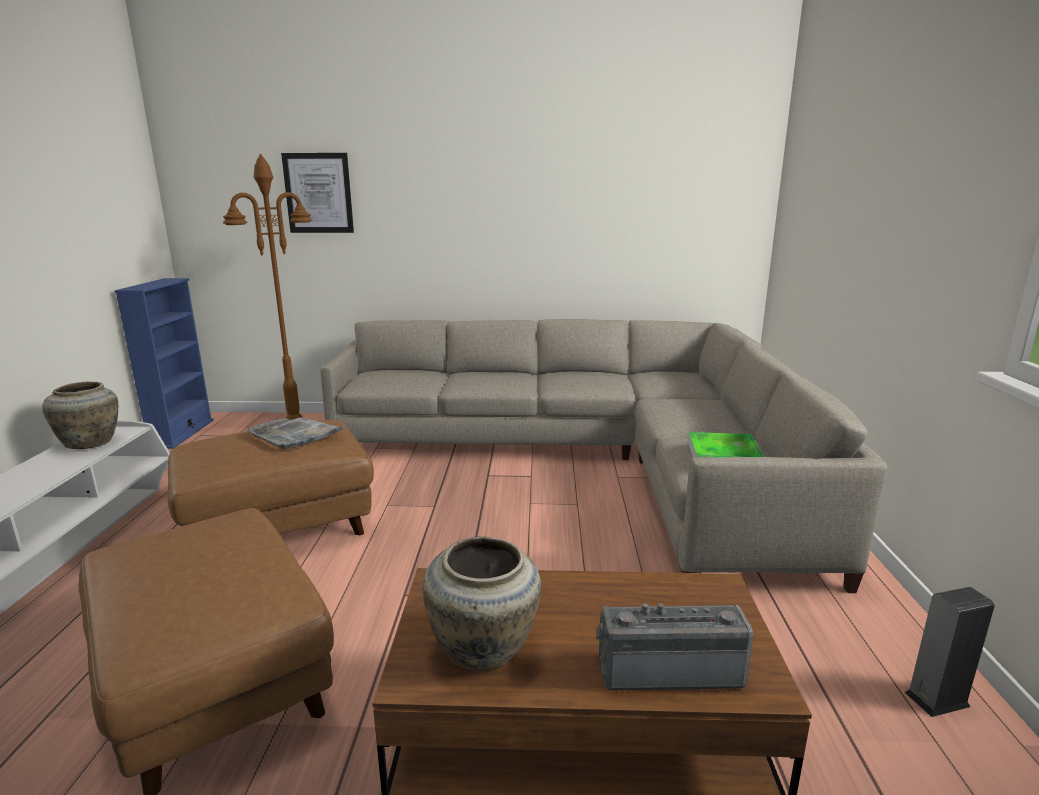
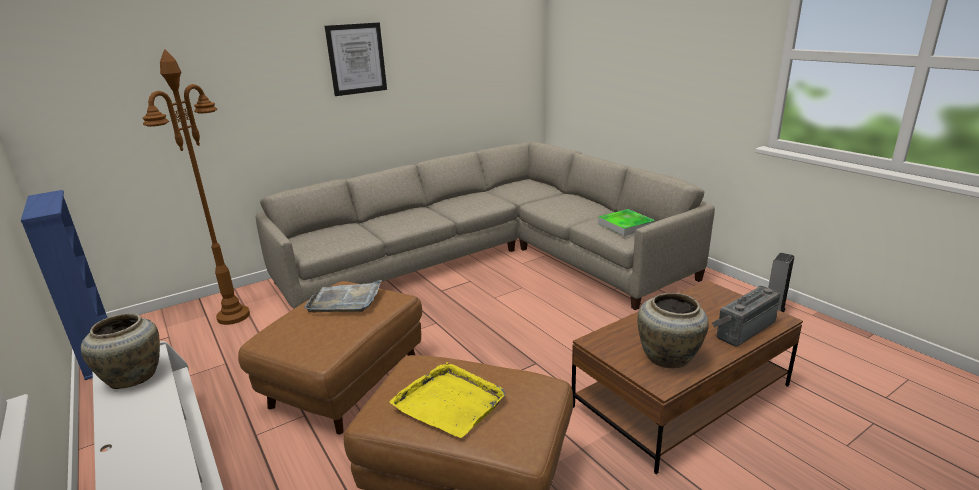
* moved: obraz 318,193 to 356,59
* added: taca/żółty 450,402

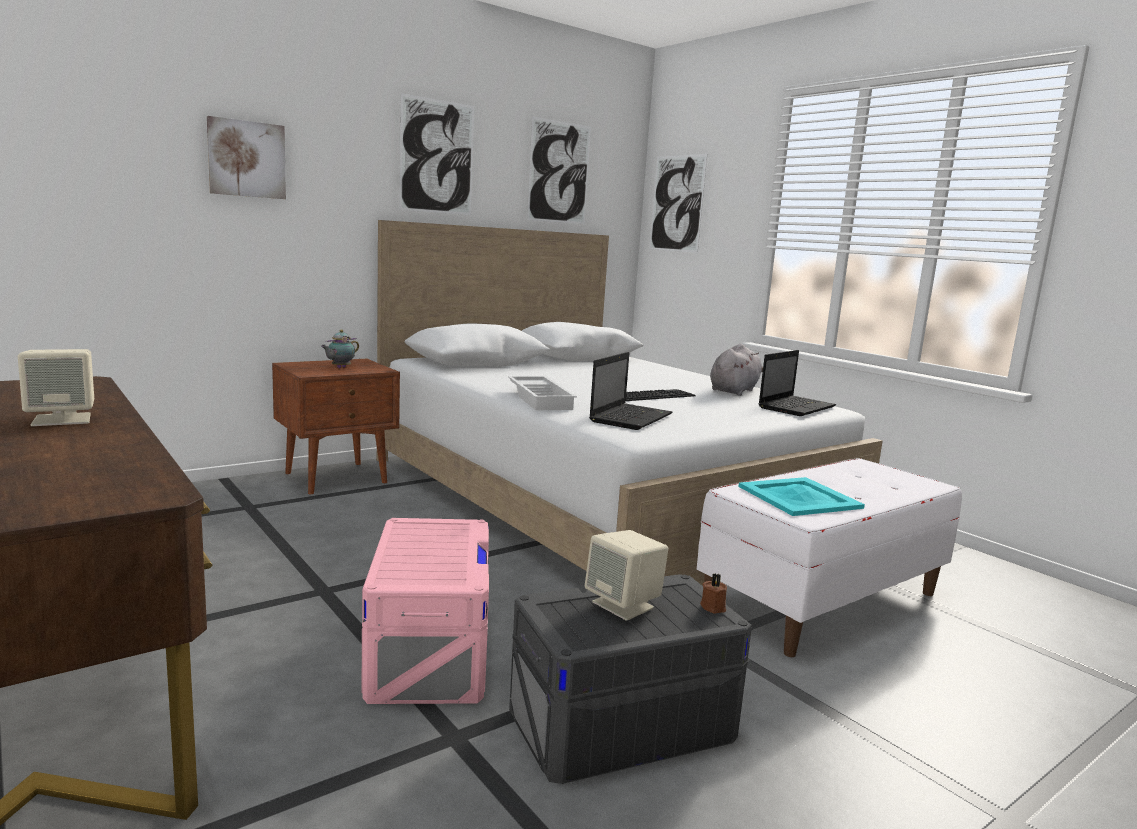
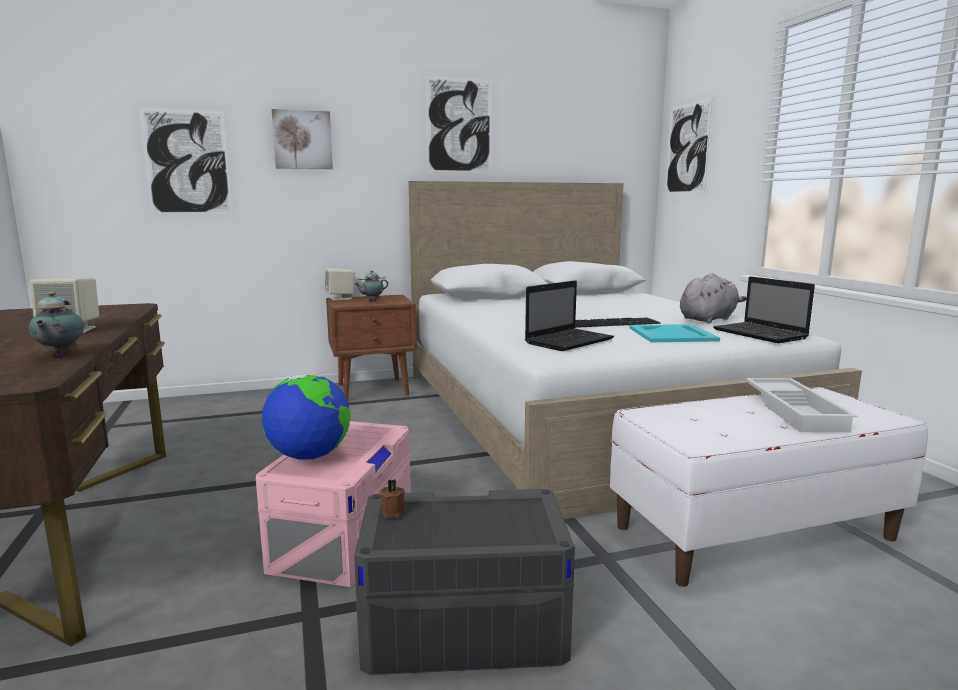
* added: imbryk 59,355
* moved: obraz 559,172 to 187,162
* added: globus 309,456
* moved: głośnik/beżowy 624,605 to 340,298
* moved: świeca/brązowy 713,607 to 394,512
* moved: taca/turkusowy 798,497 to 671,334
* turned: laptop 797,407 = 761,334 90 degrees clockwise
* moved: taca/biały 541,399 to 796,411

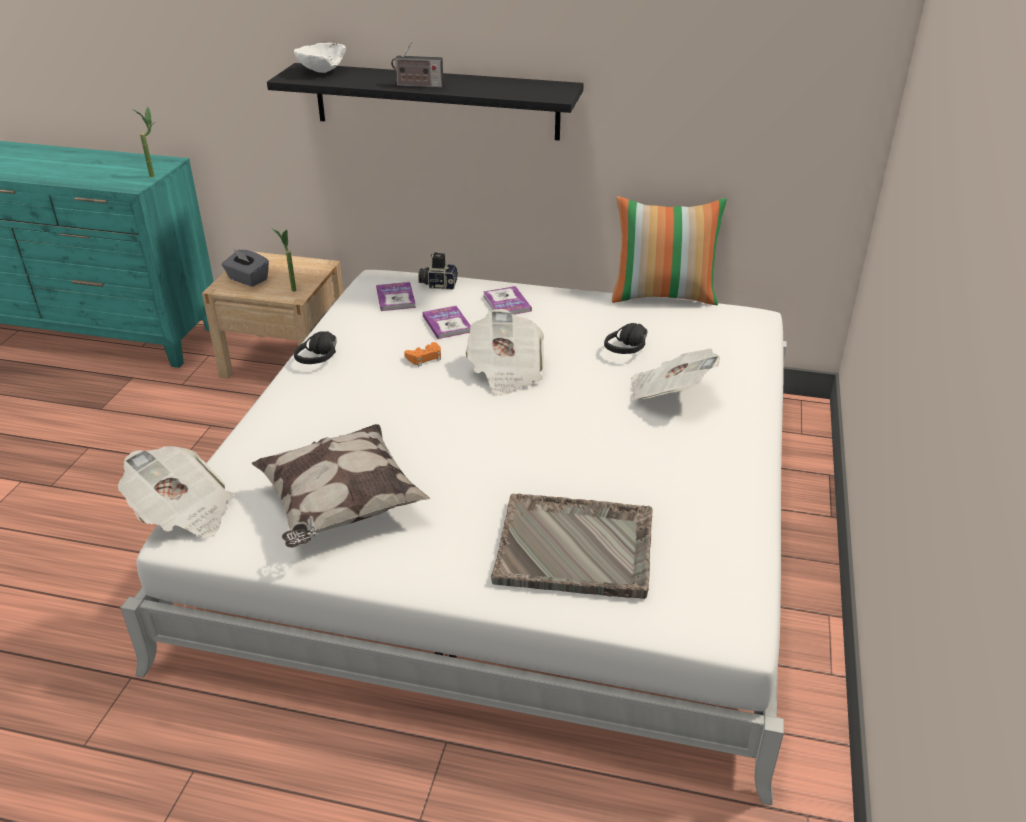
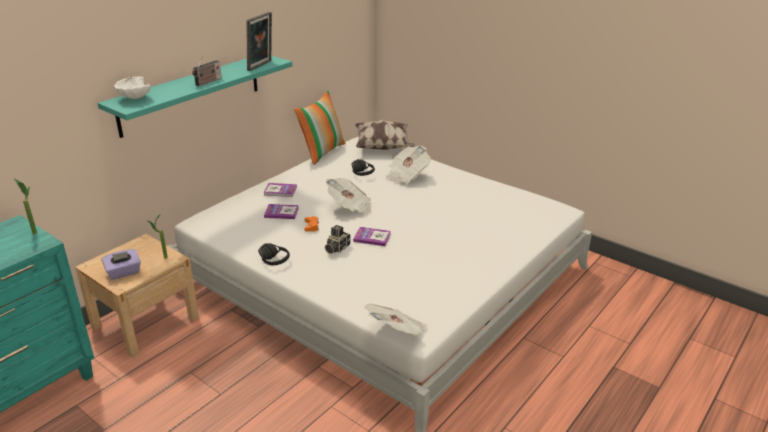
* recoloured: półka/czarny 436,101 to półka/turkusowy 191,94
* recoloured: pudełko chusteczek/szary 247,279 to pudełko chusteczek/fioletowy 124,272
* added: ramka na zdjęcie 261,66
* moved: aparat fotograficzny 438,284 to 336,248
* moved: książka 395,298 to 372,237
* moved: poduszka 340,507 to 383,147
* removed: taca/szary 576,548

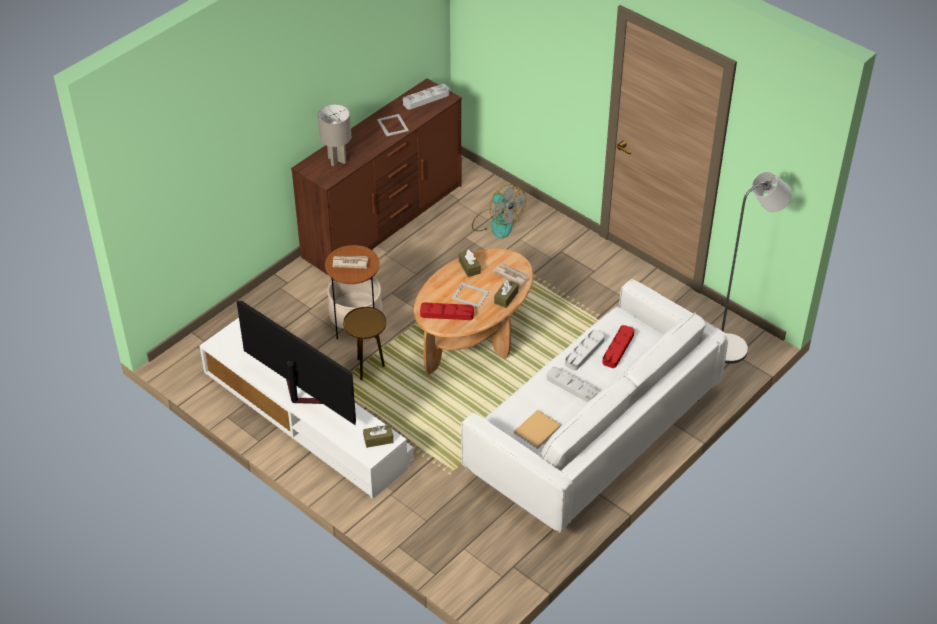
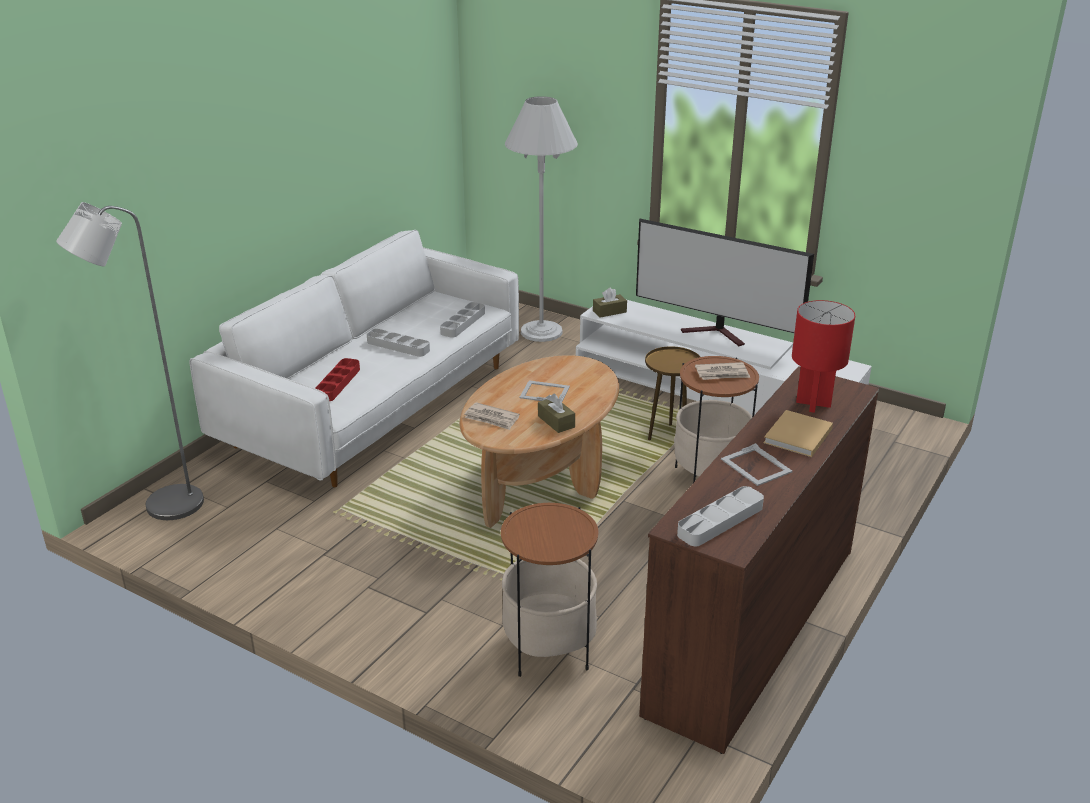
* moved: taca/szary 584,352 to 463,323
* replaced: wentylator 496,223 to stolik 549,649
* added: lampa stojąca/biały 541,332
* moved: książka/beżowy 538,429 to 797,437
* recoloured: lampa stołowa/szary 337,160 to lampa stołowa/czerwony 814,404
* removed: taca/czerwony 447,313
* removed: pudełko chusteczek/brązowy 506,297

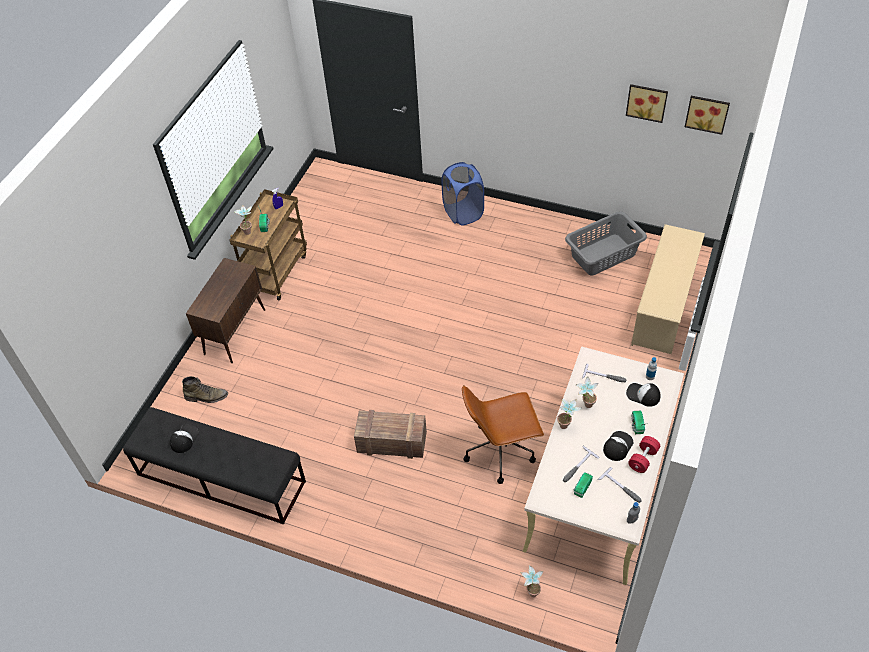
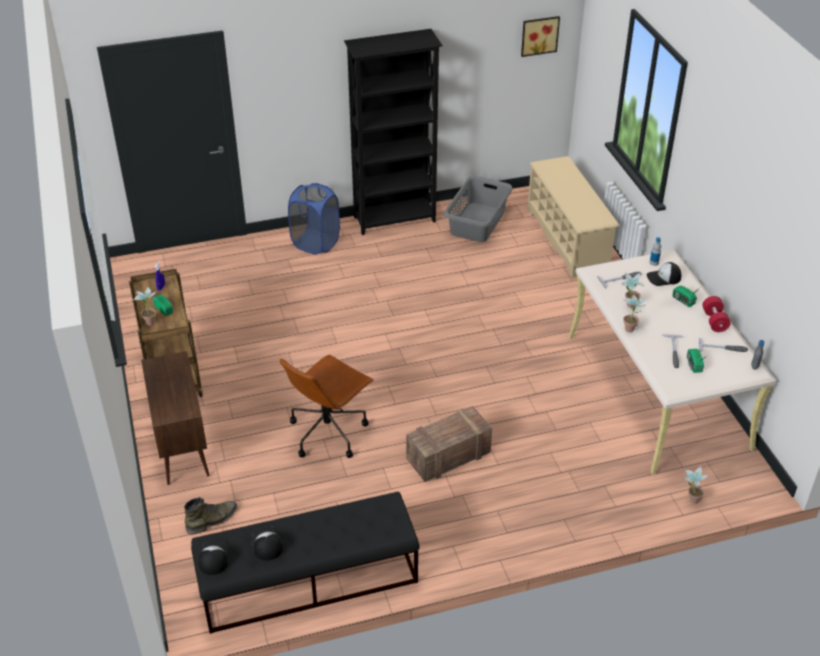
* moved: czapka z daszkiem 617,446 to 213,557
* moved: krzesło biurowe/brązowy 501,451 to 328,431
* added: regał/czarny 395,220
* removed: obraz 647,102

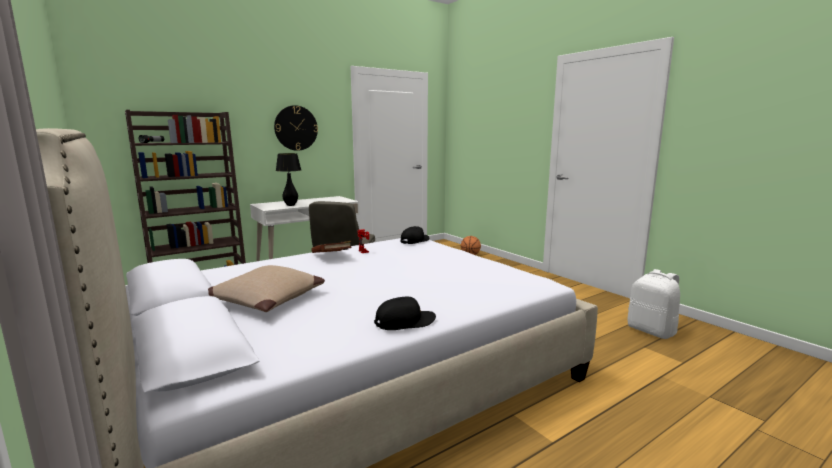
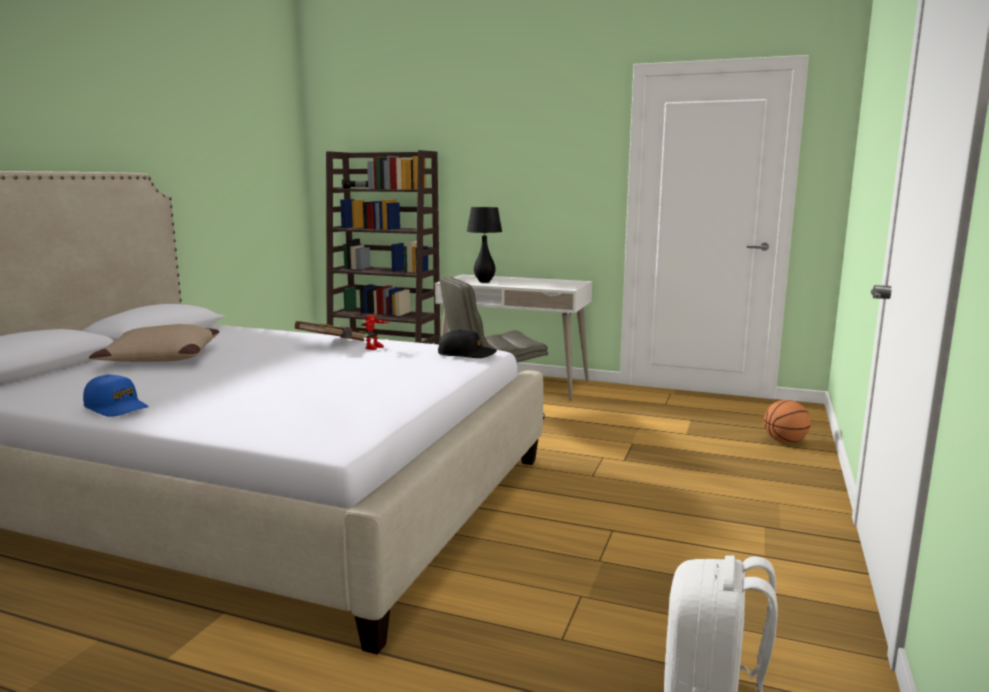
* recoloured: czapka z daszkiem/czarny 405,322 to czapka z daszkiem/niebieski 116,407
* removed: zegar ścienny 296,128

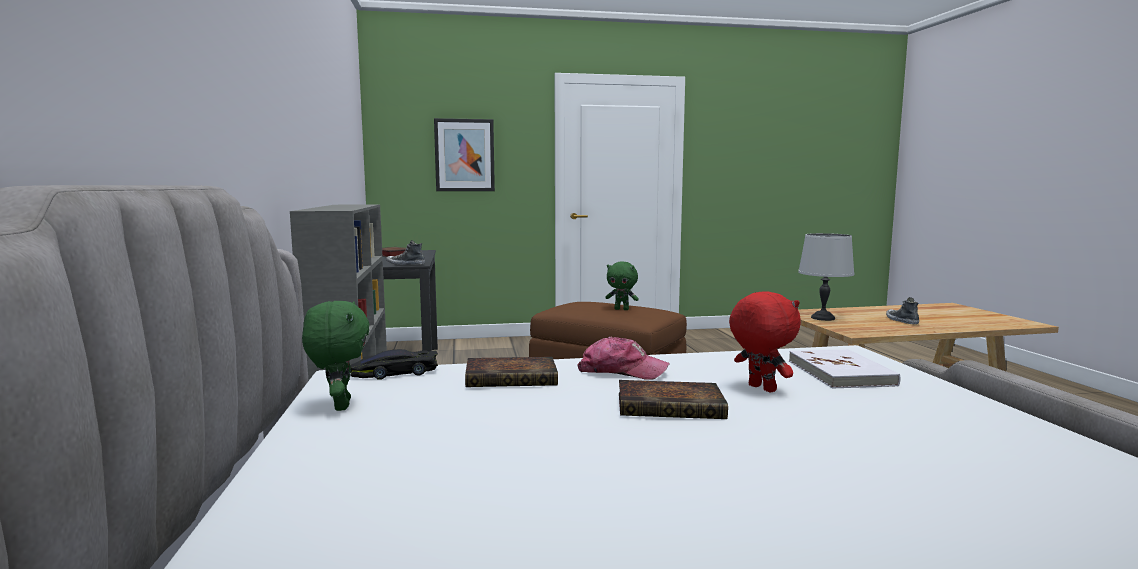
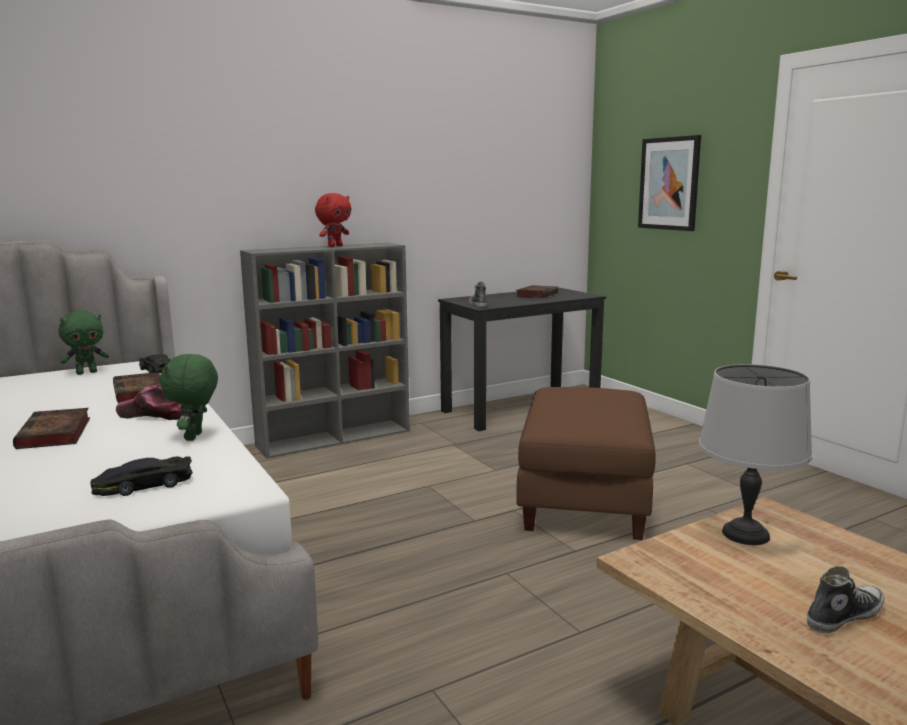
* replaced: książka/biały 841,373 to samochodzik/czarny 143,485
* turned: czapka z daszkiem 621,371 = 156,414 105 degrees clockwise
* moved: pluszak/zielony 622,309 to 195,437
* moved: pluszak/czerwony 760,388 to 335,246

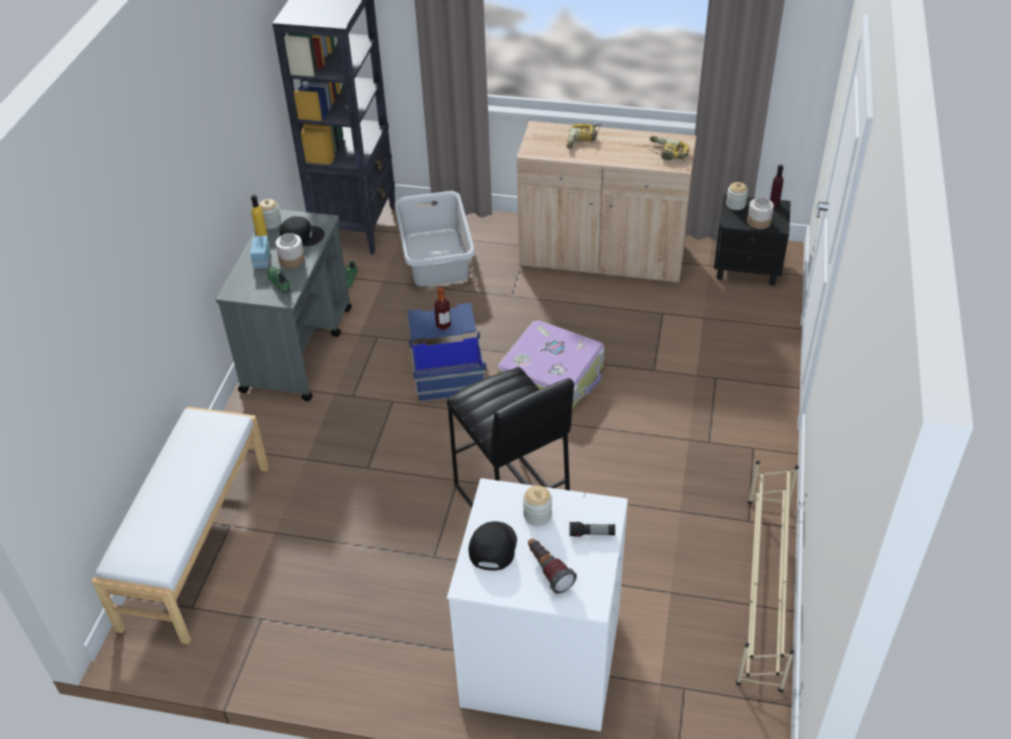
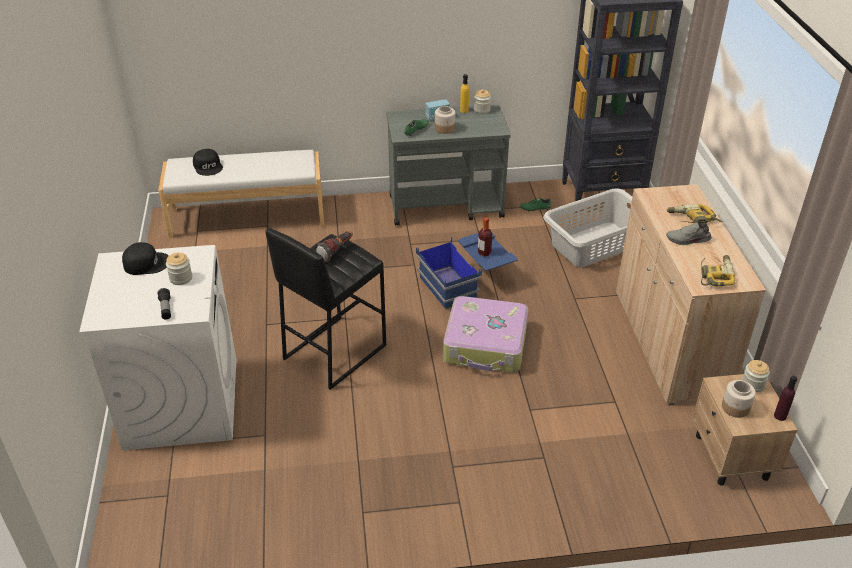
* moved: czapka z daszkiem/czarny 301,236 to 208,166
* moved: latarka 548,571 to 336,251
* added: but/szary 688,240
* recoloured: szafka nocna/czarny 747,268 to szafka nocna/beżowy 731,457
* removed: regał na buty/beżowy 763,590

